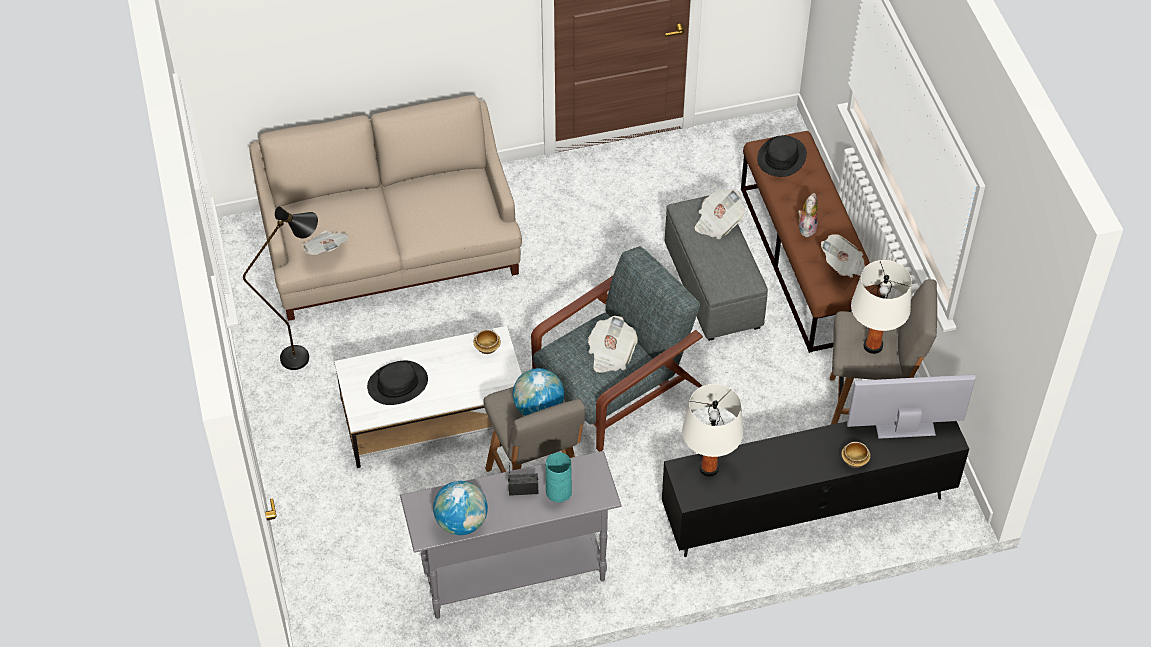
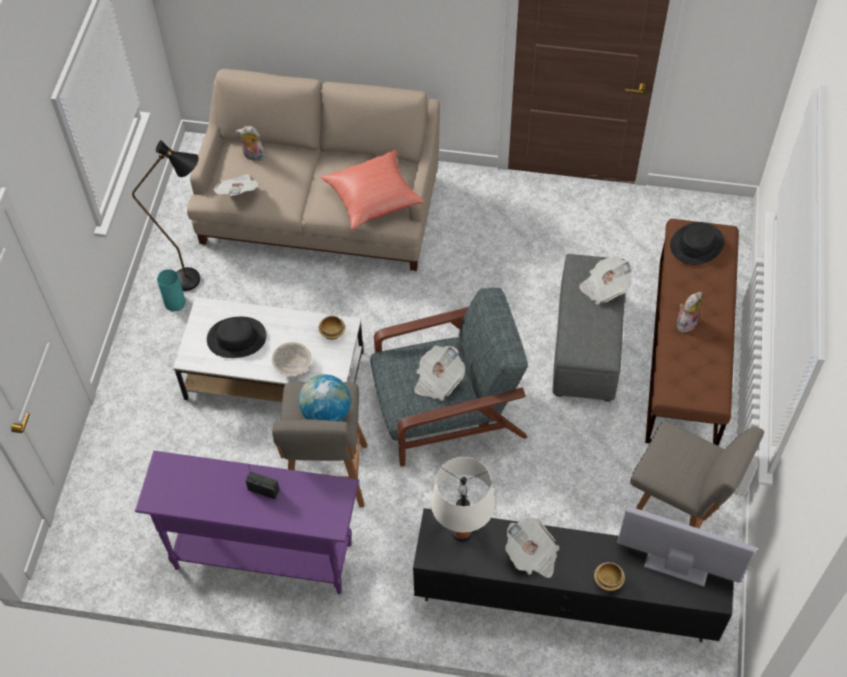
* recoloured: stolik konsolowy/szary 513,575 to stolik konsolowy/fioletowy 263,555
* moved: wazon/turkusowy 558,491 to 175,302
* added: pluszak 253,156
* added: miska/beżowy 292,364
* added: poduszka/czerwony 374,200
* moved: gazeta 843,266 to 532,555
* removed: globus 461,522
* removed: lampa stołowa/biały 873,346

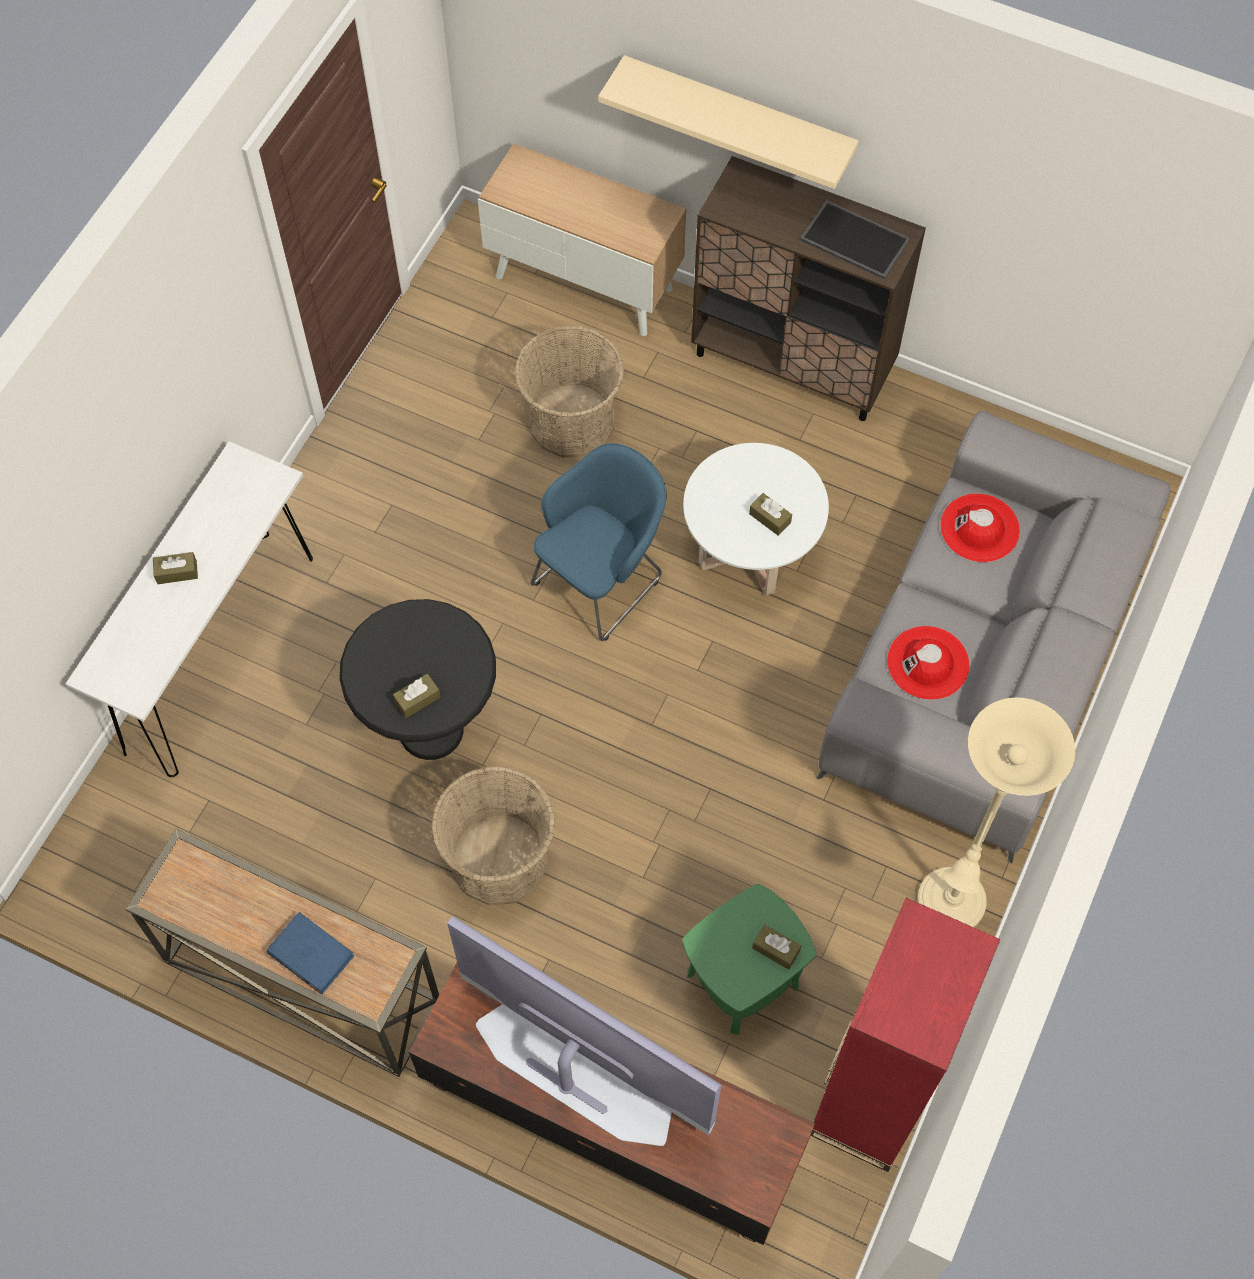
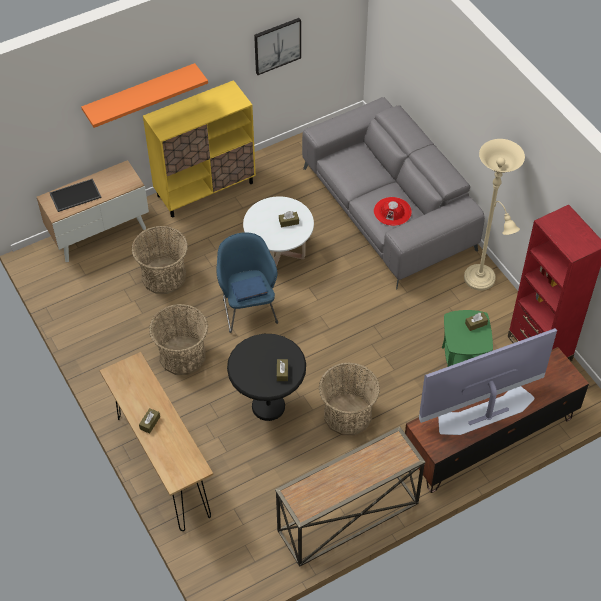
* moved: taca 853,241 to 75,196
* recoloured: półka/beżowy 738,114 to półka/pomarańczowy 140,93
* recoloured: stolik konsolowy/biały 220,653 to stolik konsolowy/brązowy 163,466
* recoloured: szafka/brązowy 793,363 to szafka/żółty 205,189
* added: koszyk 182,355
* moved: książka/niebieski 310,954 to 249,290
* added: obraz 277,45
* removed: kapelusz/czerwony 979,528

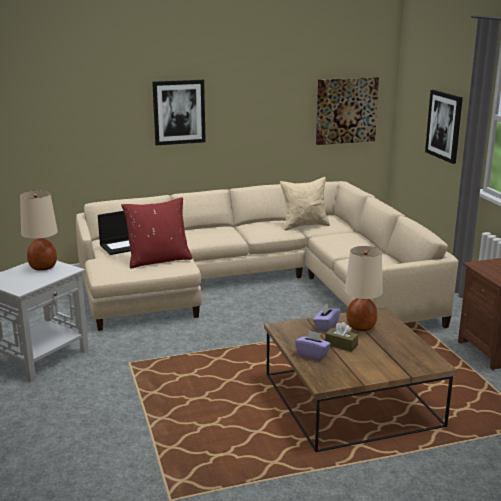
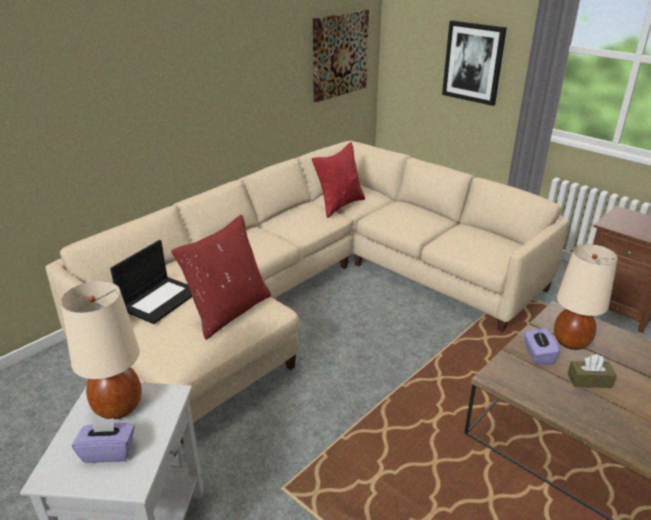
* moved: pudełko chusteczek/fioletowy 312,354 to 108,451
* recoloured: poduszka/beżowy 304,225 to poduszka/czerwony 339,205
* removed: obraz 179,112

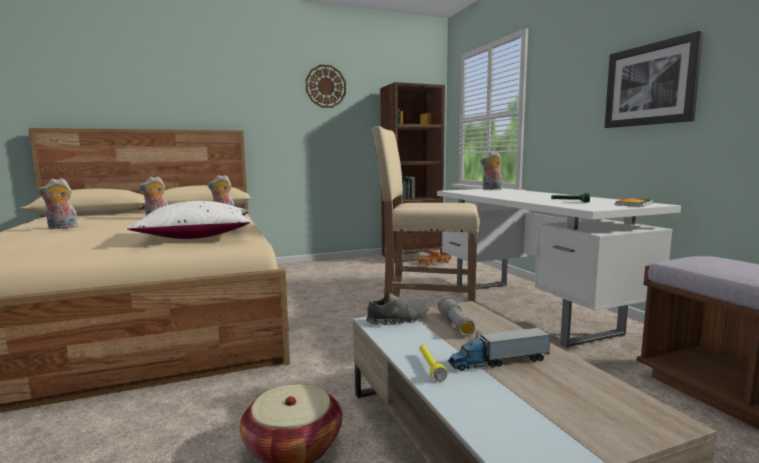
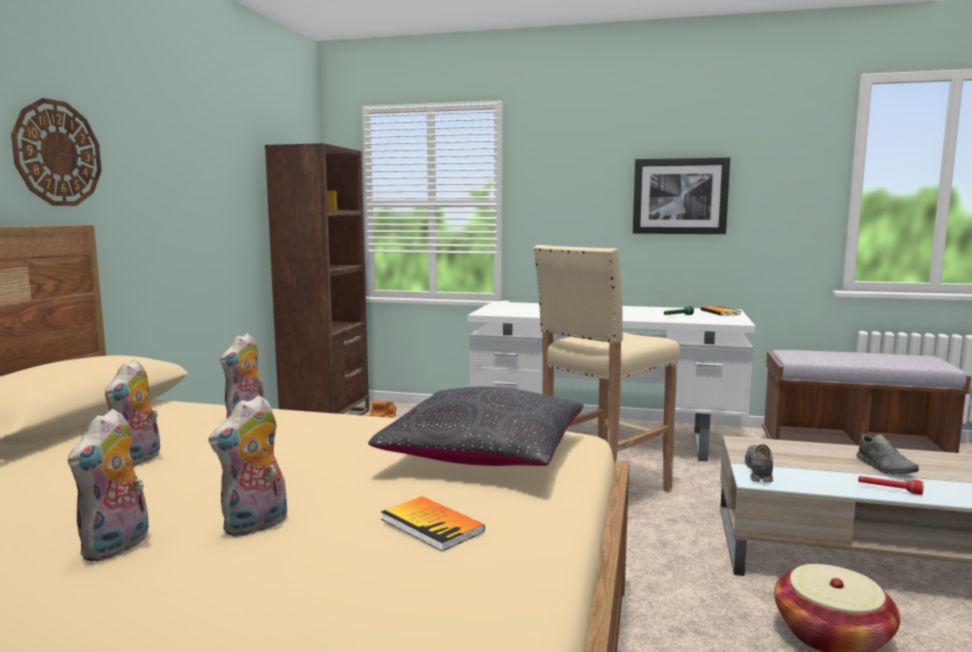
* moved: zegar ścienny 325,86 to 57,153
* moved: pluszak 491,189 to 256,526
* recoloured: poduszka/biały 196,236 to poduszka/czarny 485,454
* added: książka 432,525
* replaced: ciężarówka zabawkowa 499,361 to but/szary 885,468
* recoloured: latarka/żółty 430,367 to latarka/czerwony 889,490
* removed: latarka/szary 455,324

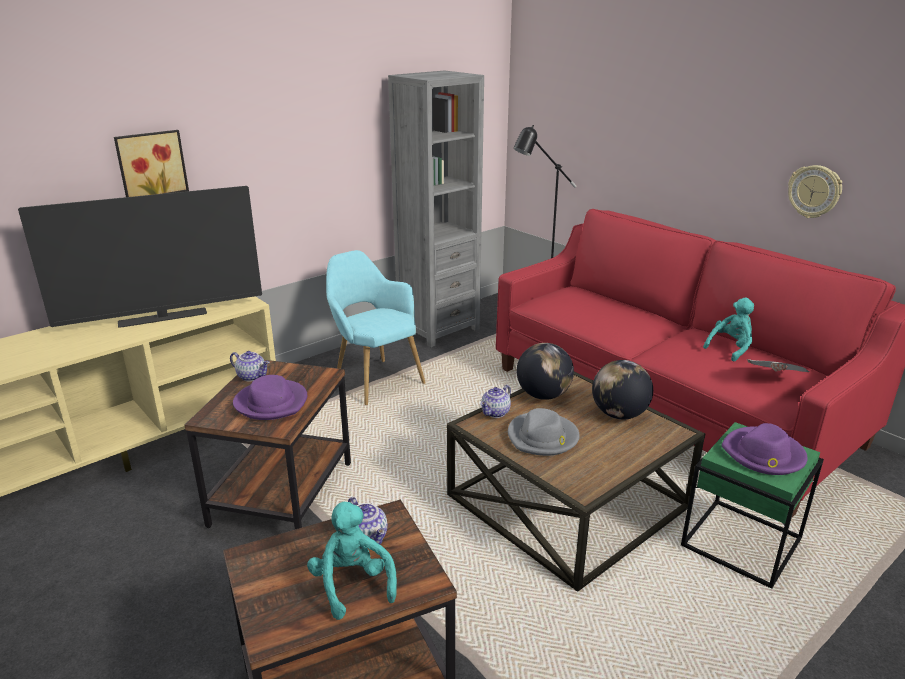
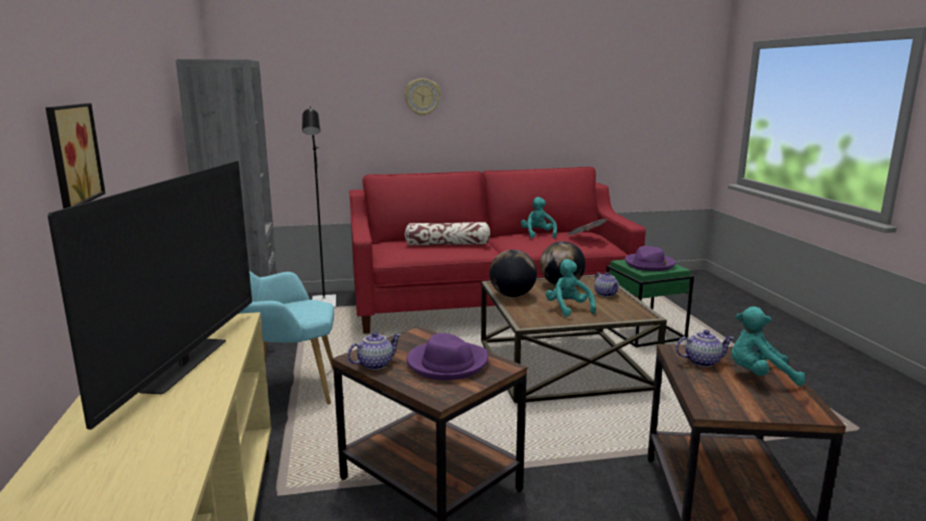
* moved: zegar ścienny 814,191 to 422,97
* added: poduszka 447,244
* replaced: kapelusz/szary 543,437 to pluszak/turkusowy 568,309
* moved: imbryk 496,413 to 606,294

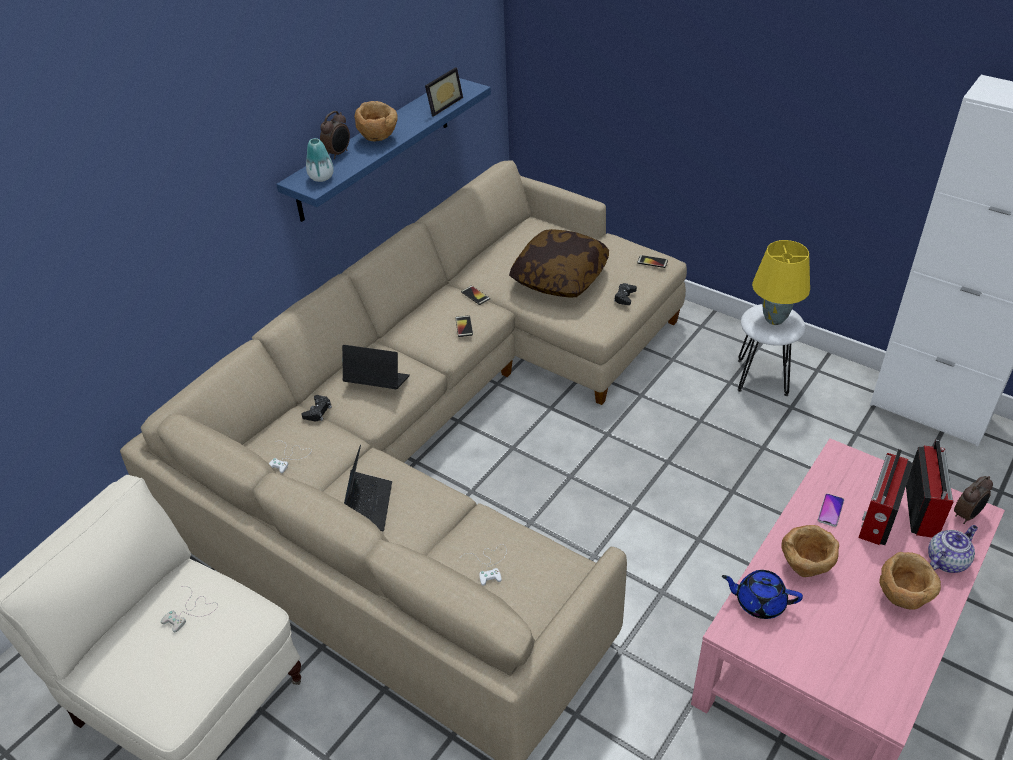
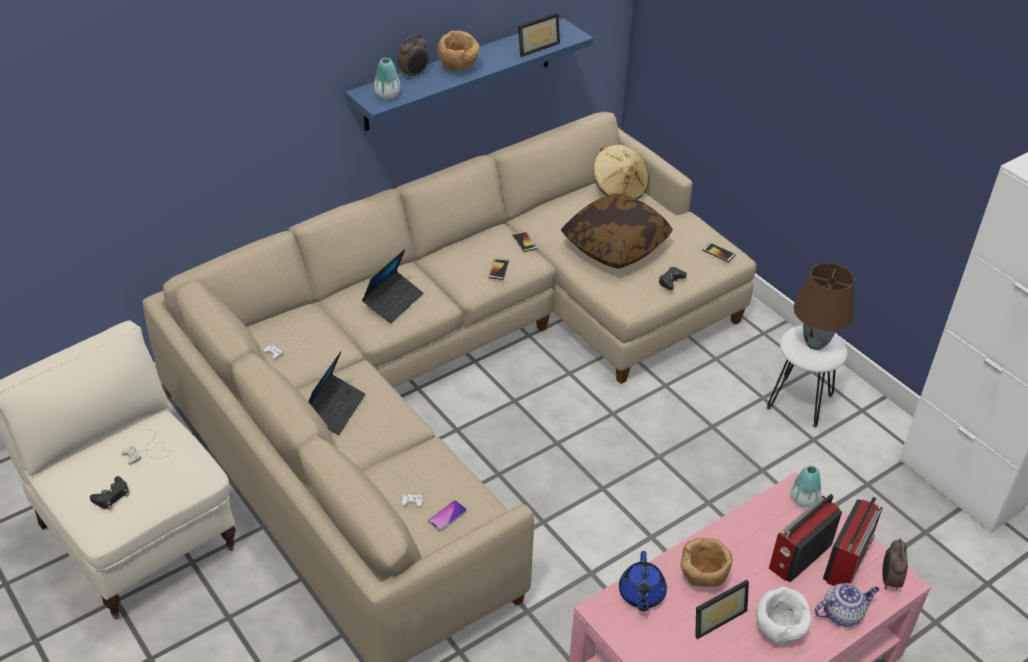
* moved: pad do gier/czarny 318,411 to 112,496
* turned: laptop 377,383 = 393,301 90 degrees clockwise
* moved: telefon 830,510 to 447,516
* added: kapelusz/beżowy 619,189
* turned: imbryk/niebieski 759,602 = 641,594 120 degrees counterclockwise
* added: ramka na zdjęcie 714,616
* recoloured: miska/brązowy 902,597 to miska/biały 779,631
* added: wazon 803,499
* recoloured: lampa stołowa/żółty 773,319 to lampa stołowa/brązowy 814,343
* turned: budzik 967,515 = 889,580 120 degrees clockwise

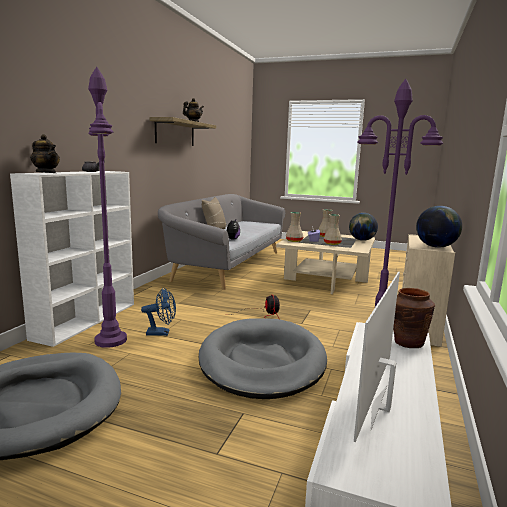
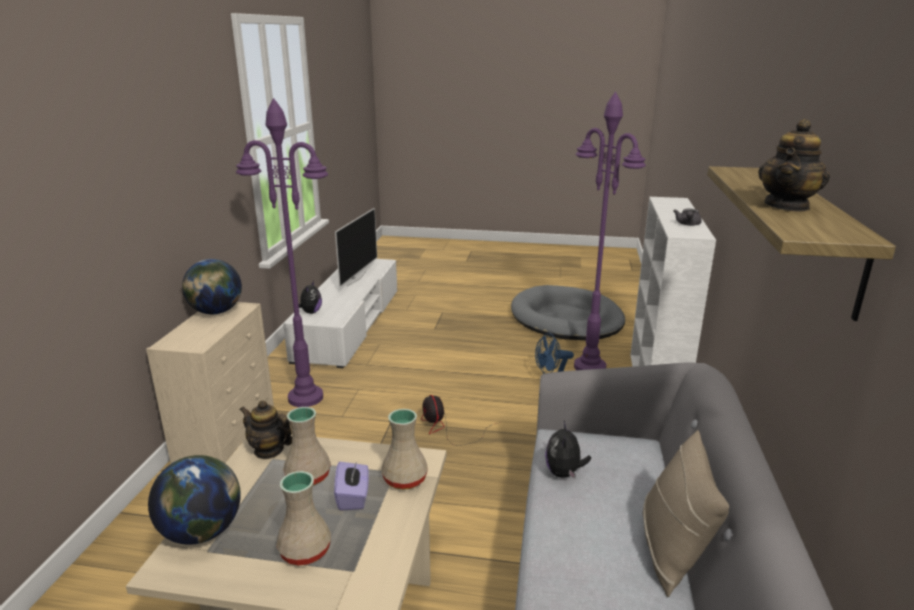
* moved: imbryk 46,173 to 269,450
* replaced: wazon/brązowy 408,343 to pluszak 310,312
* removed: legowisko/szary 262,362

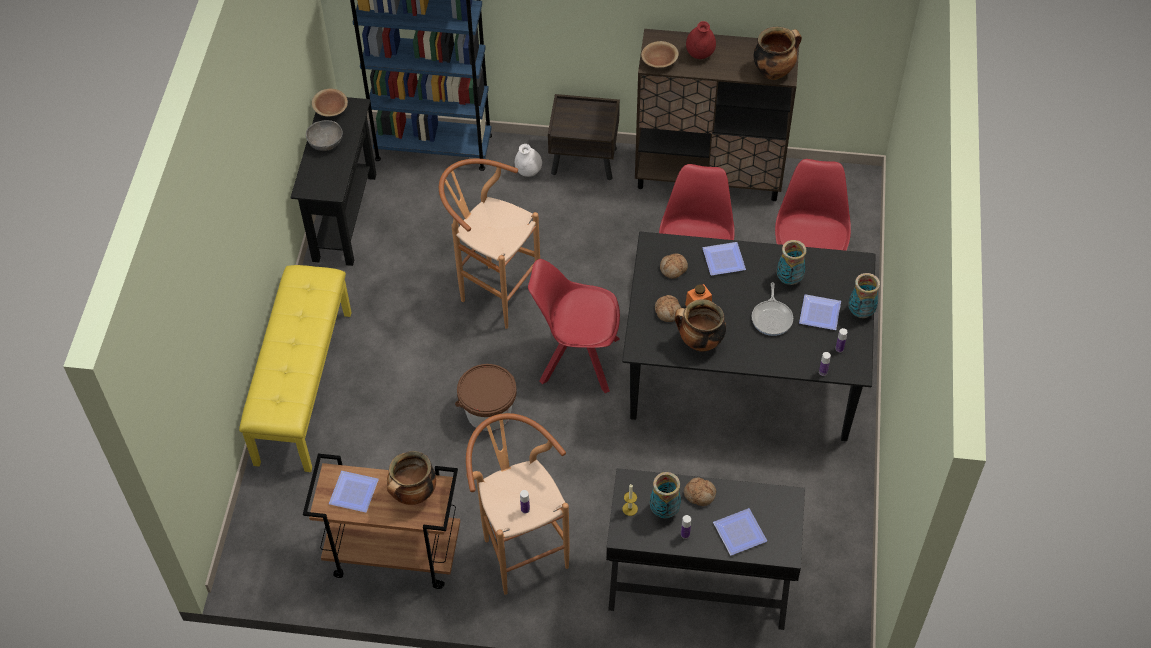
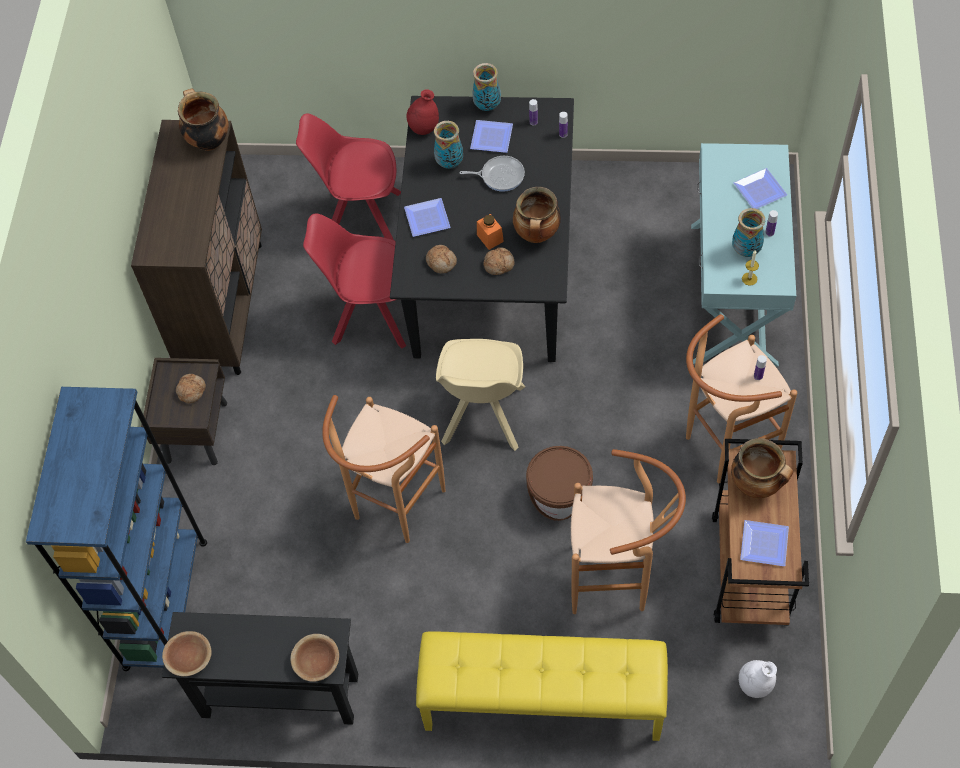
* moved: chleb 700,494 to 191,390
* moved: miska/brązowy 659,62 to 316,662
* moved: wazon/czerwony 700,54 to 424,128
* recoloured: krzesło/czerwony 577,359 to krzesło/beżowy 482,417
* added: stołek/brązowy 618,580
* recoloured: stolik konsolowy/czarny 699,582 to stolik konsolowy/turkusowy 734,293
* moved: wazon/biały 528,172 to 755,685
* removed: miska/szary 326,143

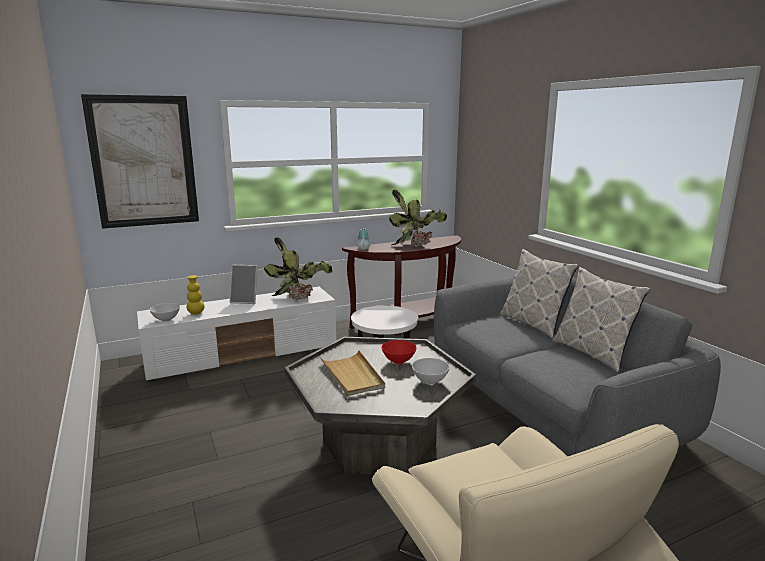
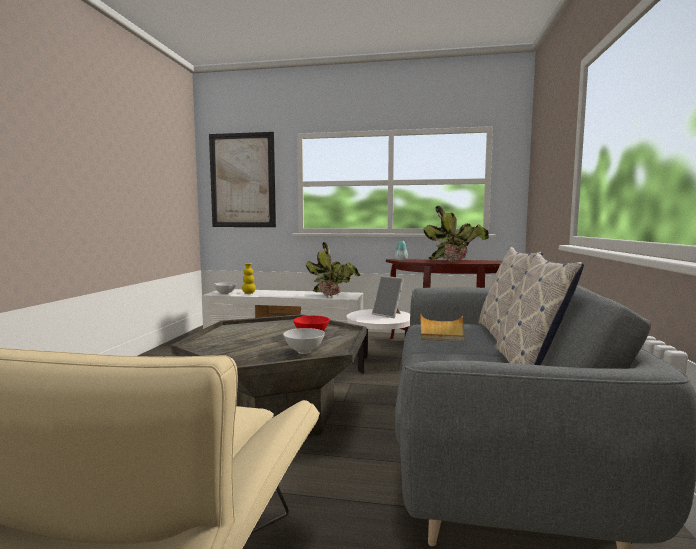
* moved: ramka na zdjęcie 245,300 to 388,315
* moved: taca/beżowy 352,375 to 441,330

